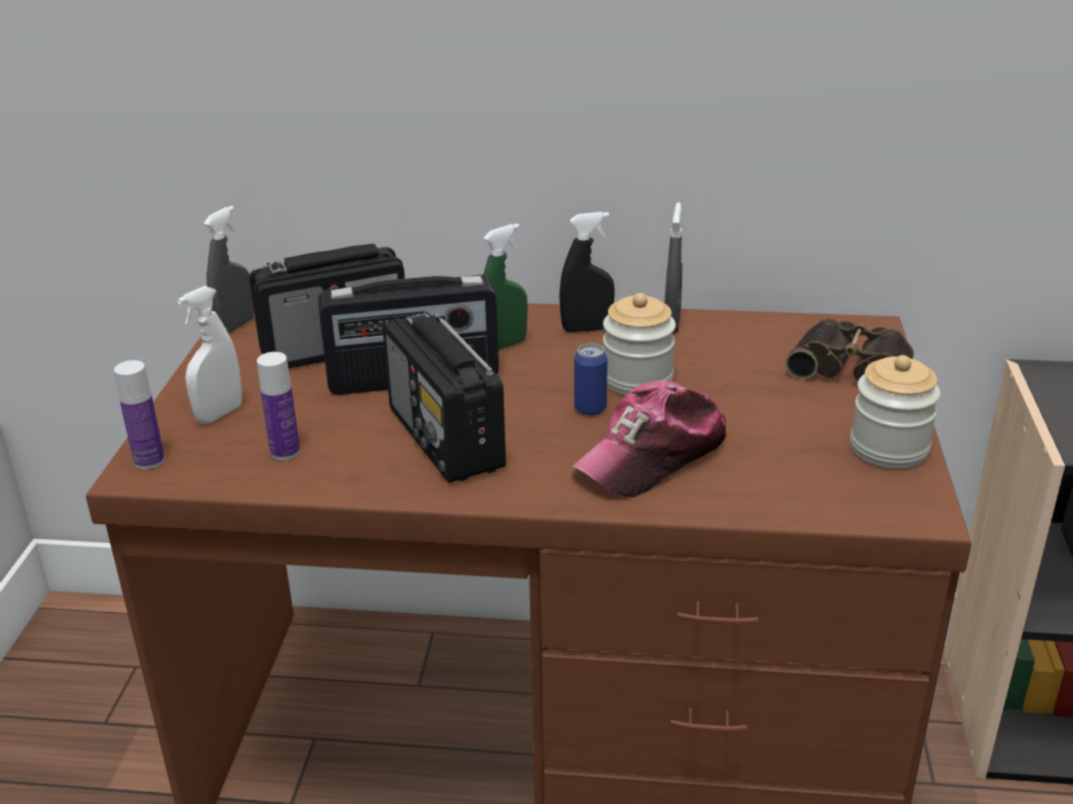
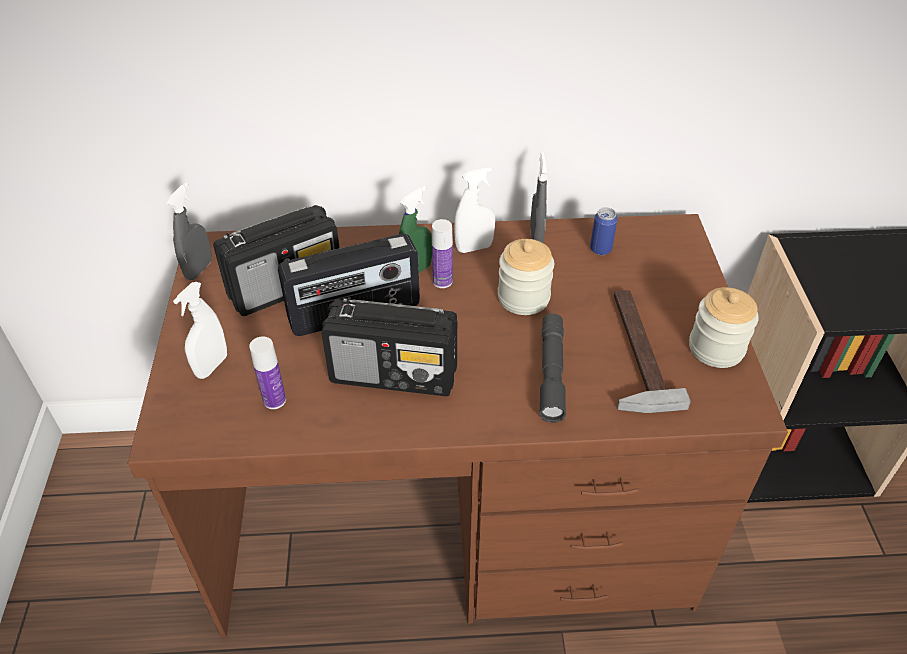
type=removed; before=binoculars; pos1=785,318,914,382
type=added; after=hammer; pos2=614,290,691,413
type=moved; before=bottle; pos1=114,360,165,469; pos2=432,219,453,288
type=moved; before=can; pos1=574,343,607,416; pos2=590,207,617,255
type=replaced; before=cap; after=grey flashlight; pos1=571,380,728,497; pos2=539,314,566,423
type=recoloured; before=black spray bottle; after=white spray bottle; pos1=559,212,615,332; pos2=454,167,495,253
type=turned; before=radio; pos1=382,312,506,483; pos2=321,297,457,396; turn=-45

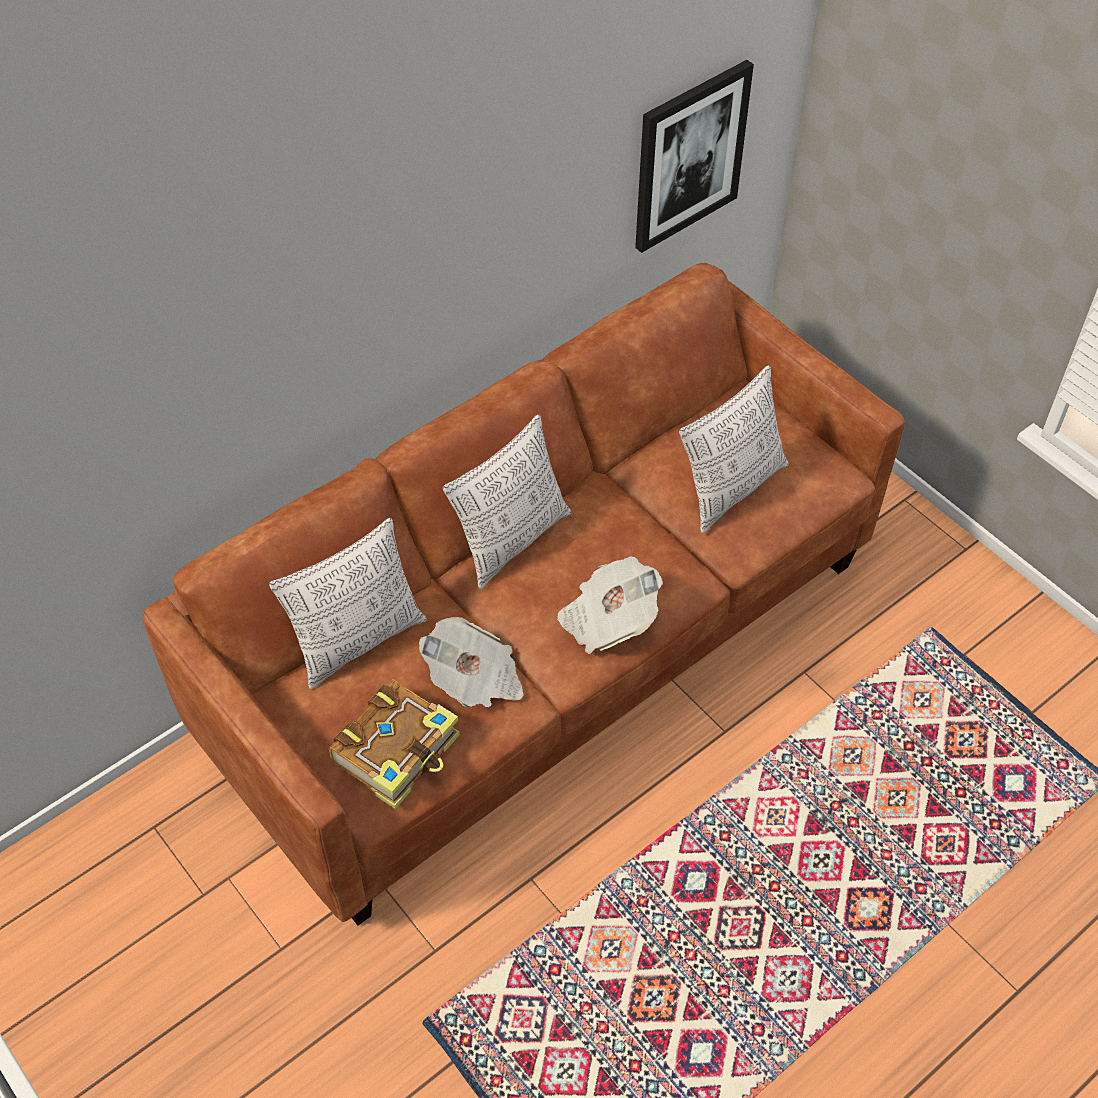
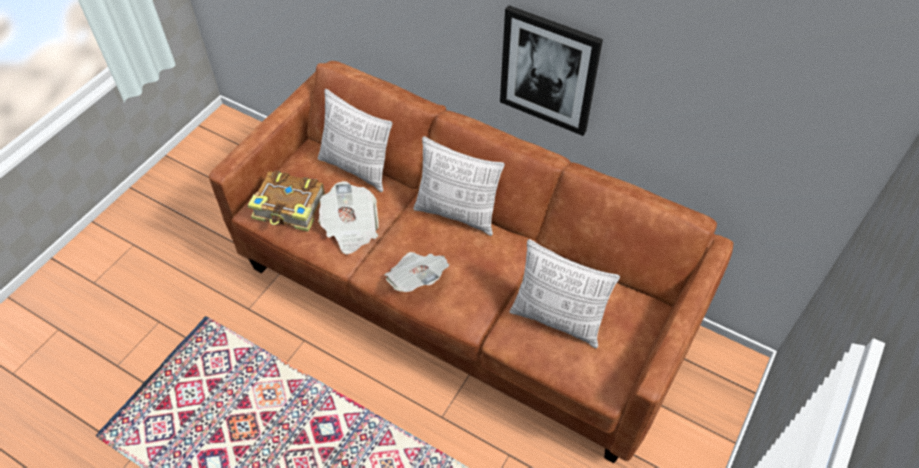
type=moved; before=picture; pos1=635,60,754,253; pos2=500,5,603,136

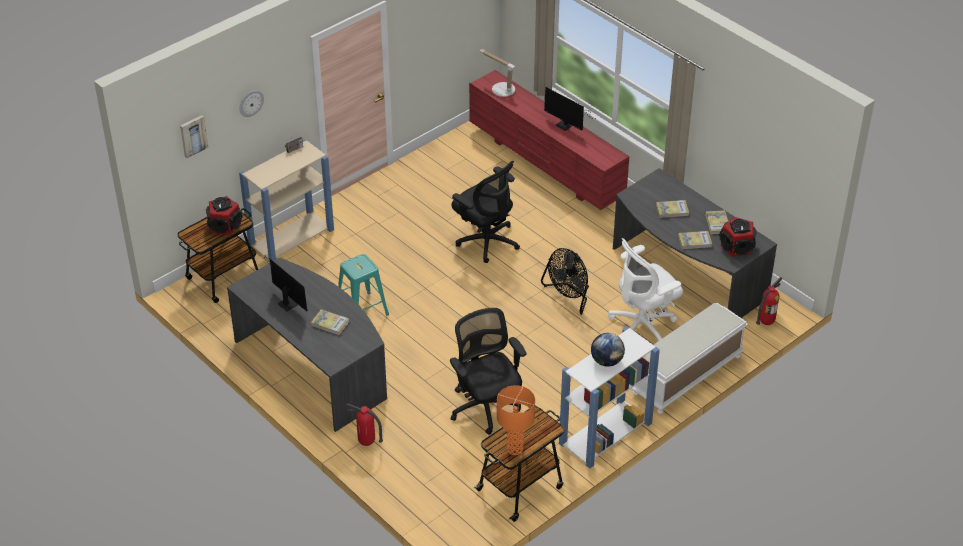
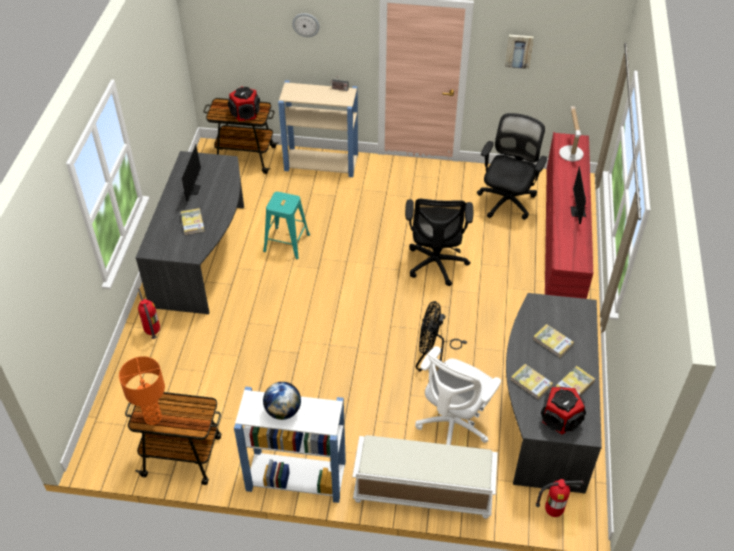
type=moved; before=picture; pos1=180,115,208,158; pos2=505,35,533,69
type=moved; before=black office chair; pos1=450,308,527,435; pos2=477,113,547,220
type=turned; before=white office chair; pos1=608,238,683,341; pos2=415,346,501,445; turn=-75

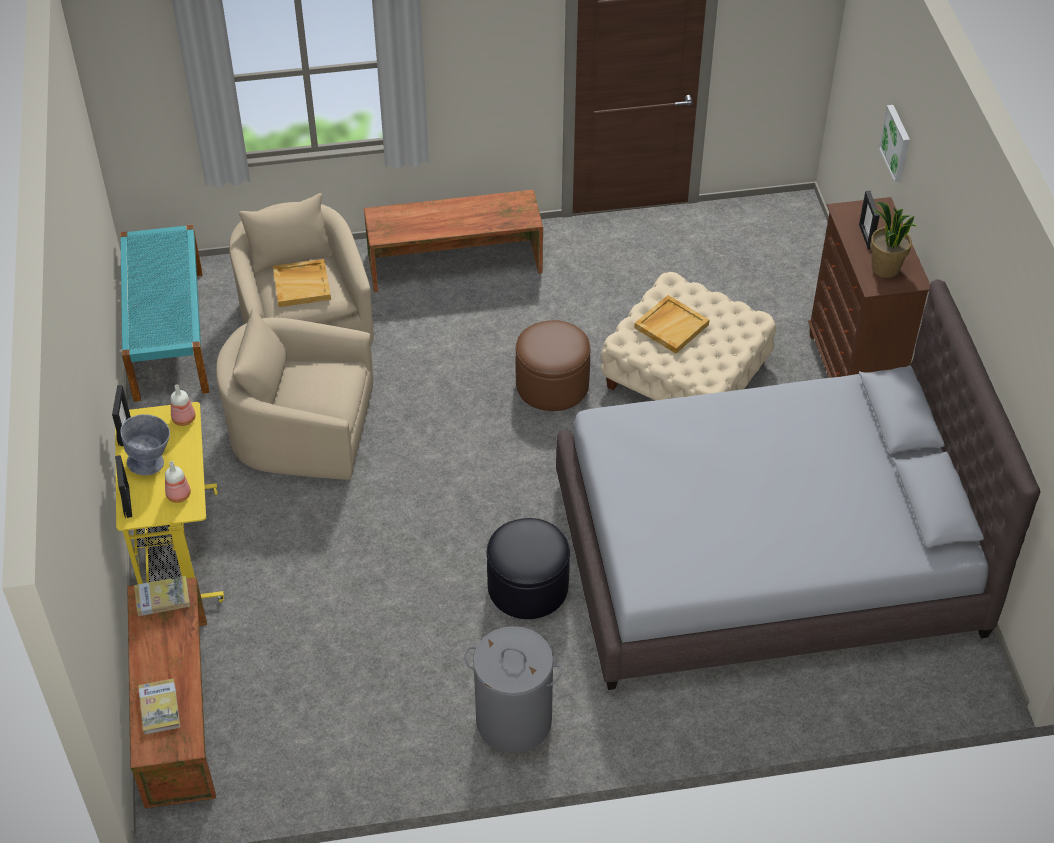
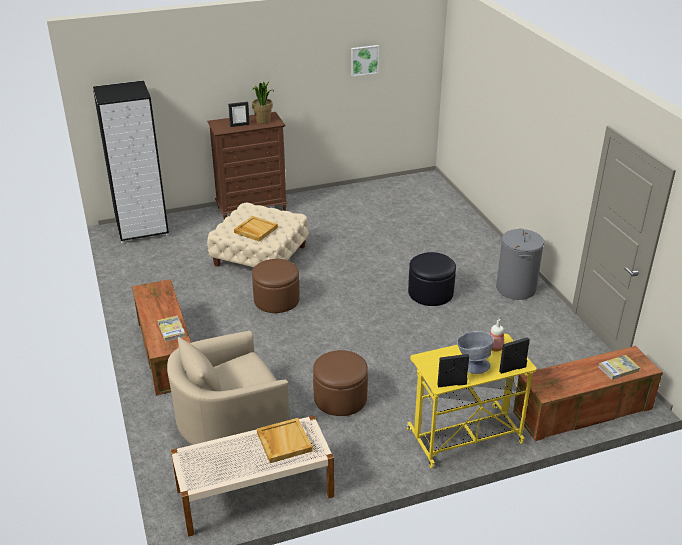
type=removed; before=bottle; pos1=171,384,196,426
type=removed; before=grey bed; pos1=556,279,1040,690
type=added; after=wardrobe; pos2=93,80,169,244
type=moved; before=book; pos1=134,576,190,616; pos2=157,316,186,342
type=moved; before=beige tray; pos1=273,259,331,307; pos2=257,418,313,463
type=moved; before=picture; pos1=879,105,910,183; pos2=351,45,379,76
type=replaced; before=beige armchair; after=brown ottoman; pos1=216,308,373,480; pos2=313,350,368,416
type=recoloured; before=turquoise bench; after=beige bench; pos1=120,224,209,402; pos2=171,415,334,537

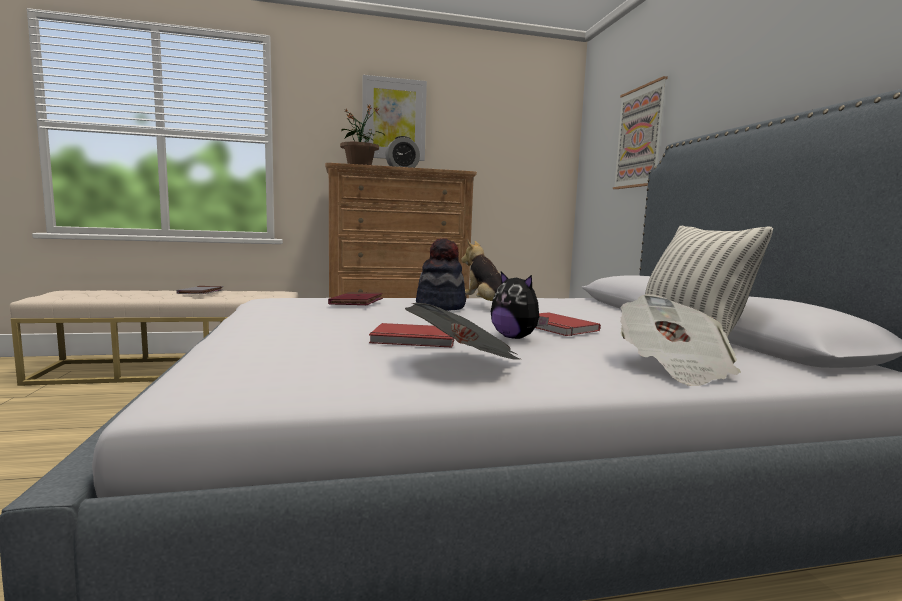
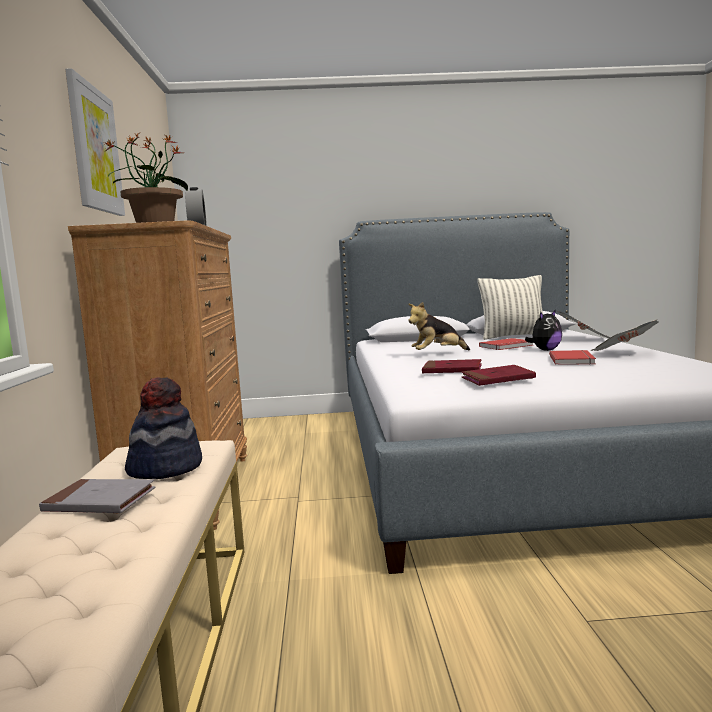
type=removed; before=picture; pos1=613,76,668,189
type=added; after=red book; pos2=462,365,536,386
type=moved; before=hat; pos1=416,238,466,311; pos2=125,377,202,479

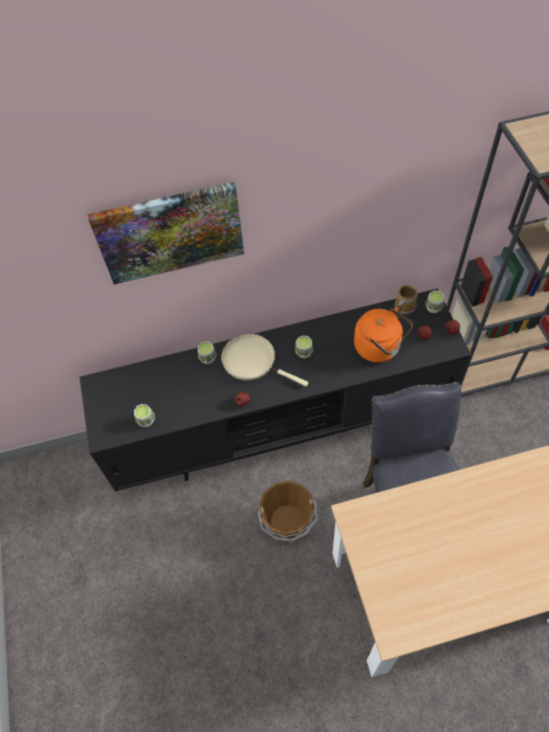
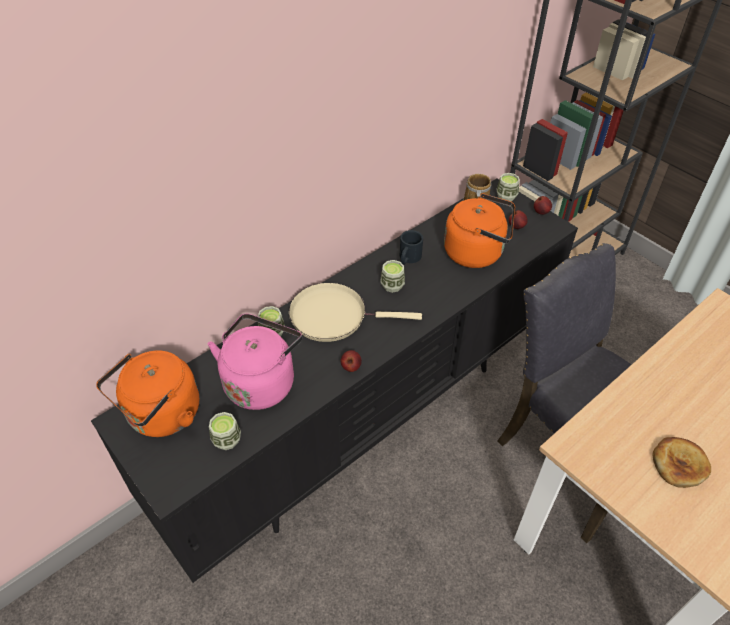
type=removed; before=picture; pos1=88,182,244,284
type=removed; before=brown bucket; pos1=257,481,318,542
type=added; after=orange kettle; pos2=96,350,199,437
type=added; after=pink kettle; pos2=208,314,302,410
type=added; after=black mug; pos2=400,230,423,265
type=added; after=bread; pos2=652,437,711,488

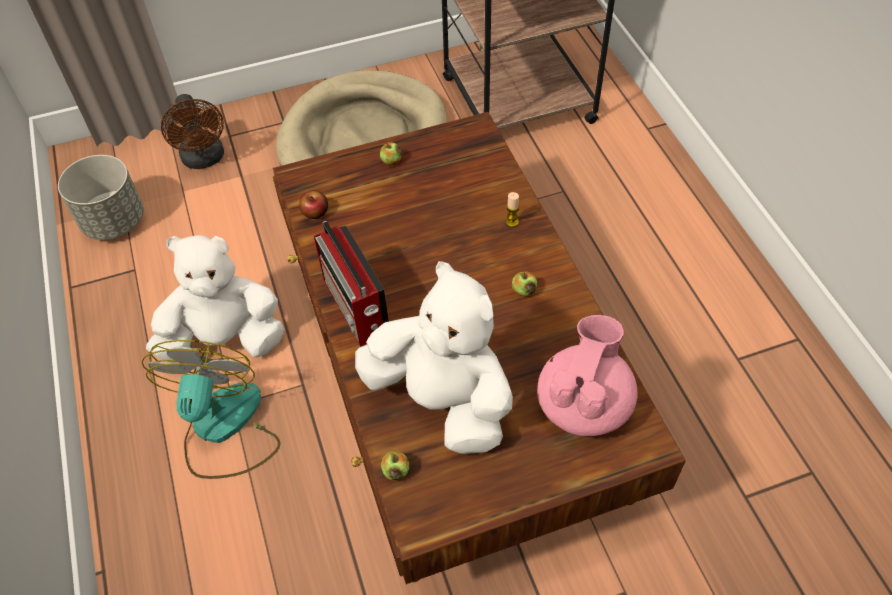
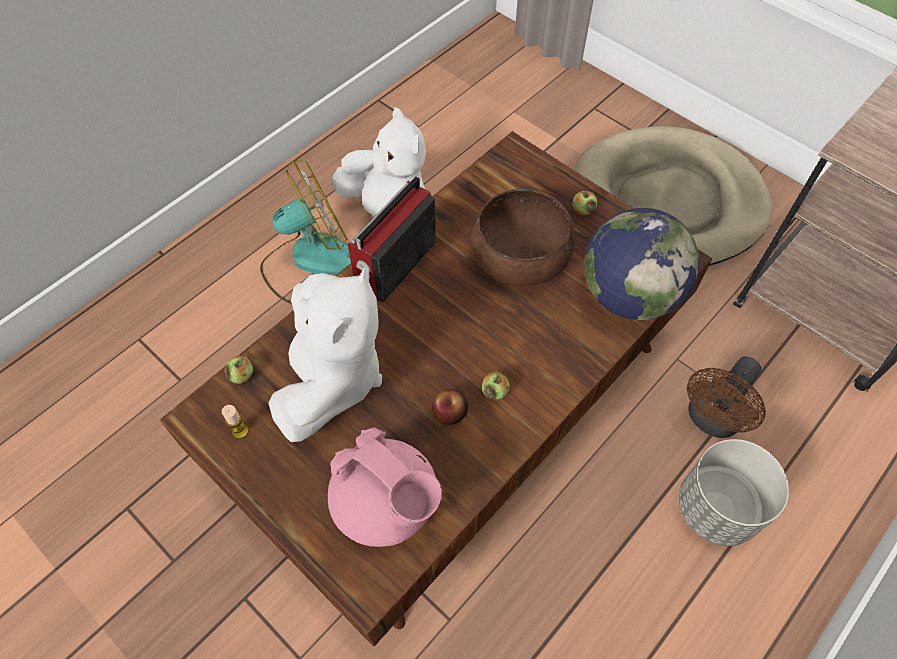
type=added; after=brown bowl; pos2=470,188,575,286
type=added; after=globe; pos2=584,208,699,320
type=moved; before=grey planter; pos1=58,155,144,240; pos2=679,439,789,546
type=moved; before=brown fan; pos1=161,94,224,169; pos2=687,356,766,438
type=moved; before=apple; pos1=299,190,328,219; pos2=433,389,468,425
type=moved; before=candle; pos1=506,192,520,227; pos2=222,405,249,439
type=turned; before=pink teapot; pos1=537,315,637,436; pos2=328,427,442,547; turn=45

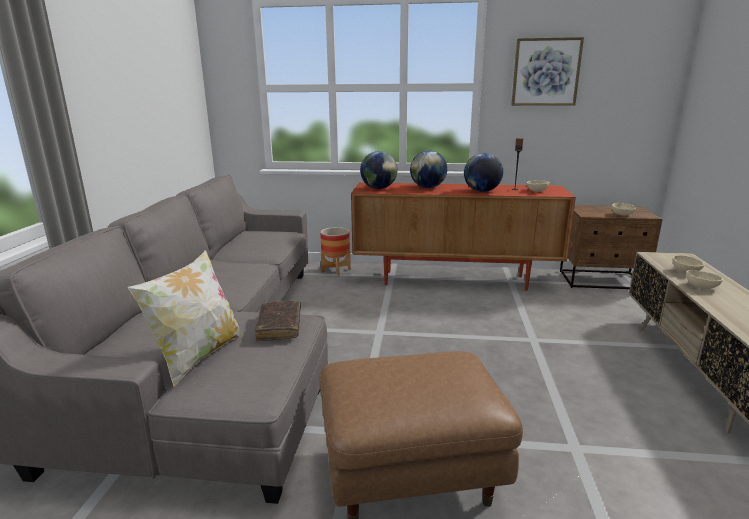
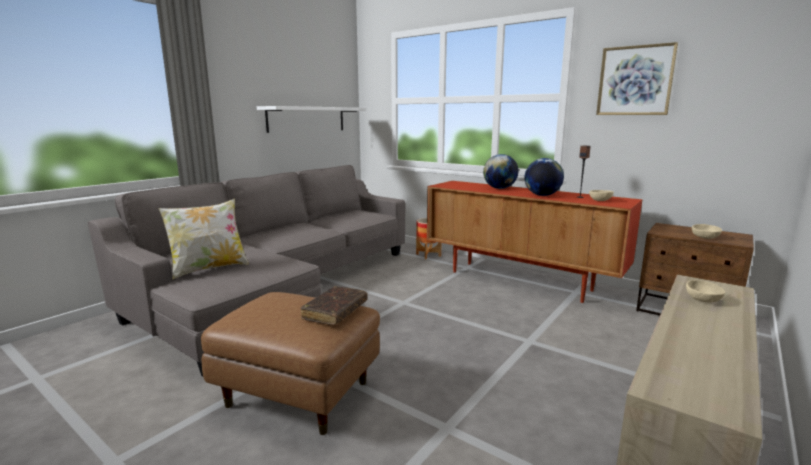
type=removed; before=globe; pos1=360,151,397,189
type=removed; before=beige bowl; pos1=686,270,723,289
type=added; after=white shelf; pos2=257,106,366,133
type=moved; before=brown book; pos1=255,301,301,341; pos2=300,286,367,325

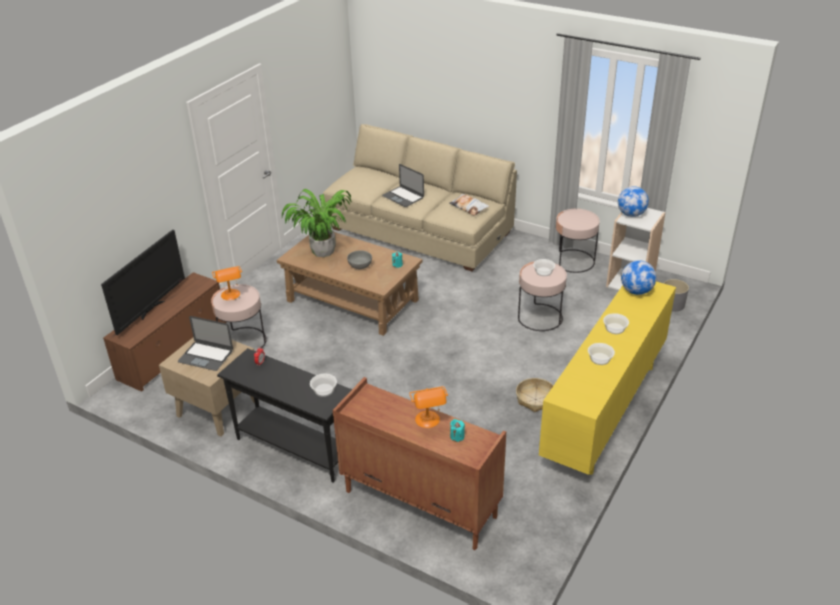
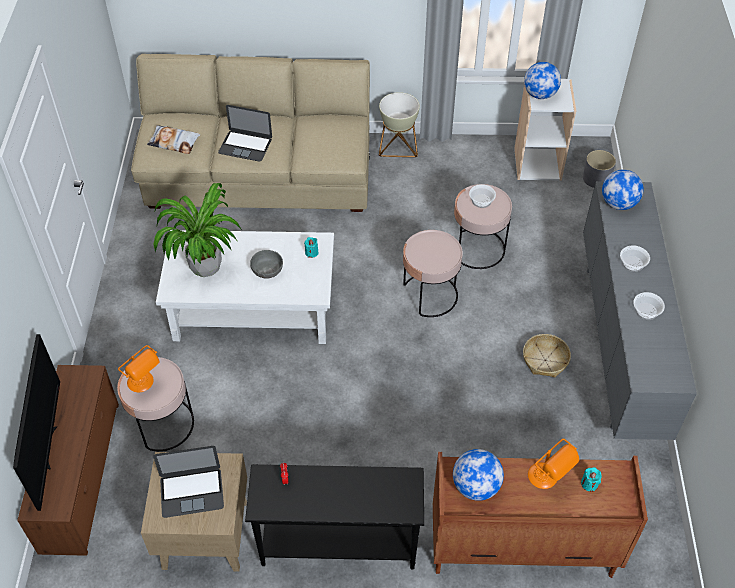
type=removed; before=bowl; pos1=310,374,337,397
type=added; after=planter; pos2=379,92,420,157
type=added; after=globe; pos2=453,449,504,501
type=moved; before=pillow; pos1=449,194,489,216; pos2=147,125,200,154
type=moved; before=pink side table; pos1=556,209,600,273; pos2=403,230,463,317
type=recoloured; before=brown coffee table; after=white coffee table; pos1=277,232,423,336; pos2=156,230,334,344
type=recoloured; before=yellow cabinet; after=grey cabinet; pos1=539,281,676,475; pos2=583,181,697,440

